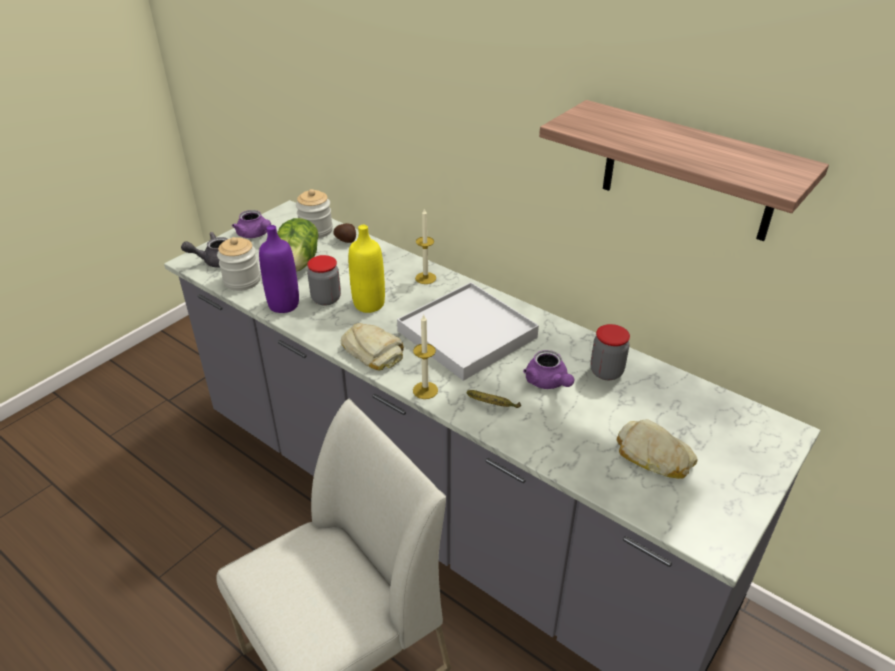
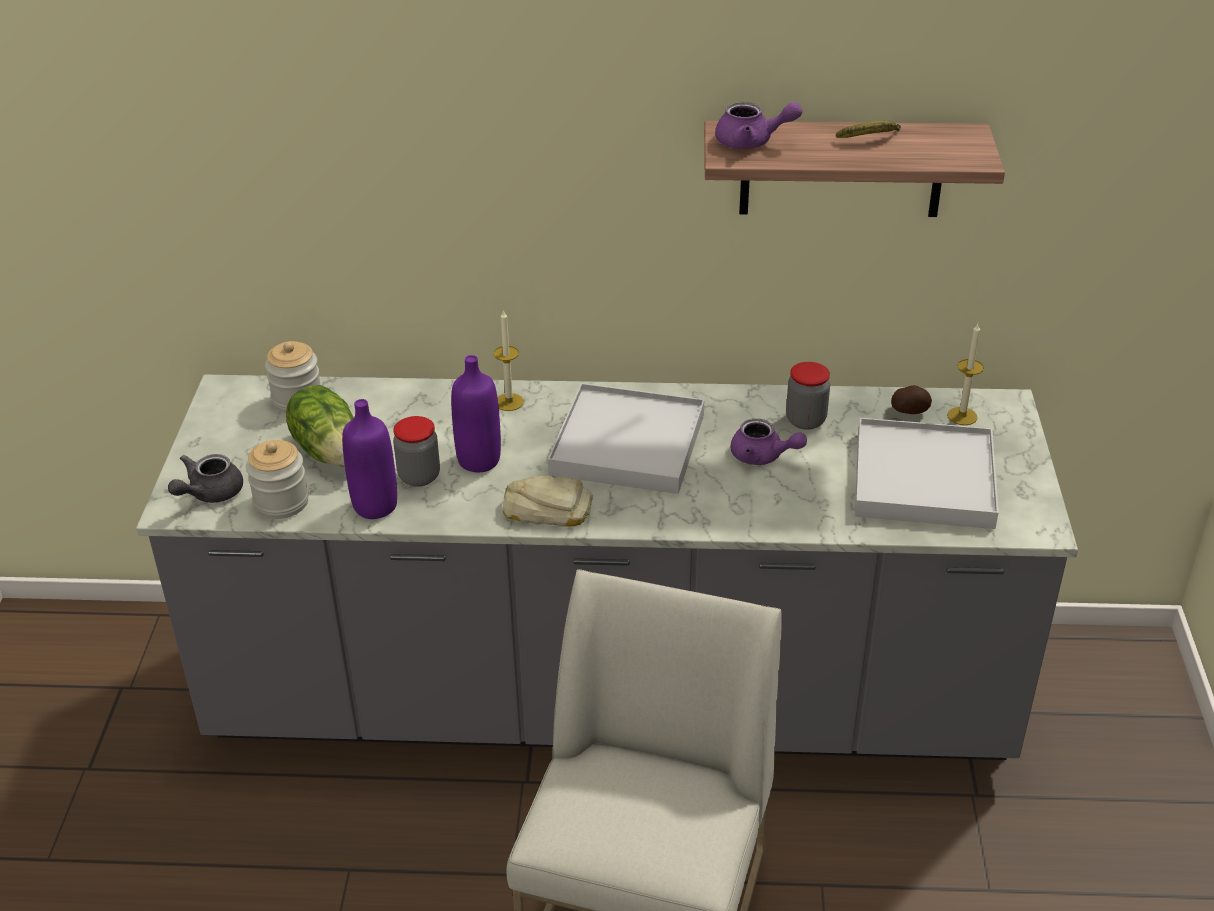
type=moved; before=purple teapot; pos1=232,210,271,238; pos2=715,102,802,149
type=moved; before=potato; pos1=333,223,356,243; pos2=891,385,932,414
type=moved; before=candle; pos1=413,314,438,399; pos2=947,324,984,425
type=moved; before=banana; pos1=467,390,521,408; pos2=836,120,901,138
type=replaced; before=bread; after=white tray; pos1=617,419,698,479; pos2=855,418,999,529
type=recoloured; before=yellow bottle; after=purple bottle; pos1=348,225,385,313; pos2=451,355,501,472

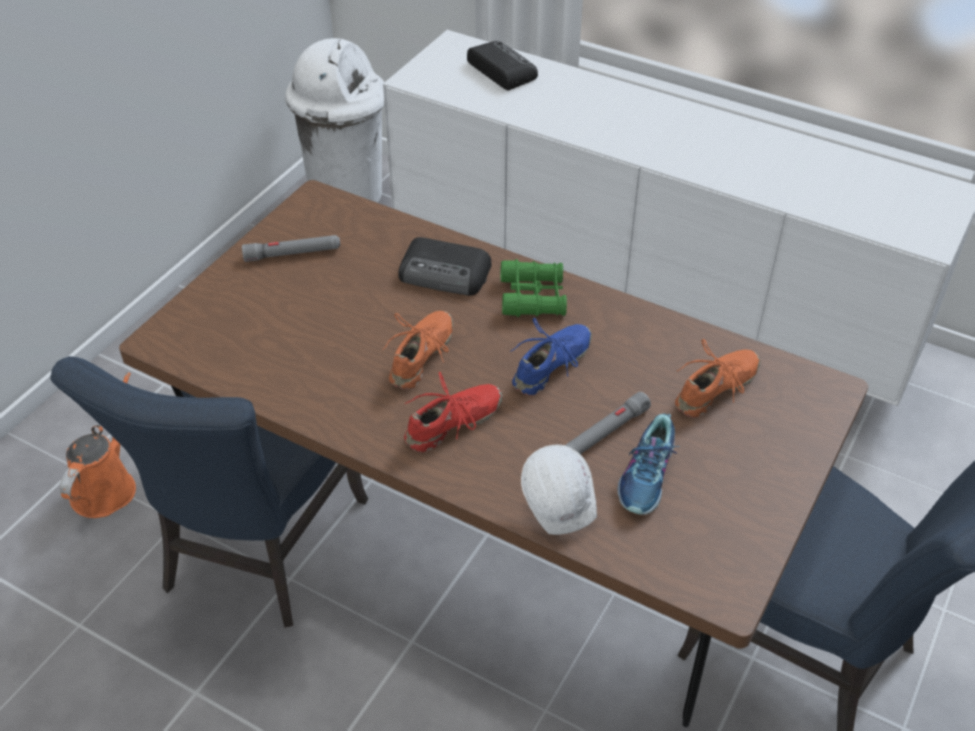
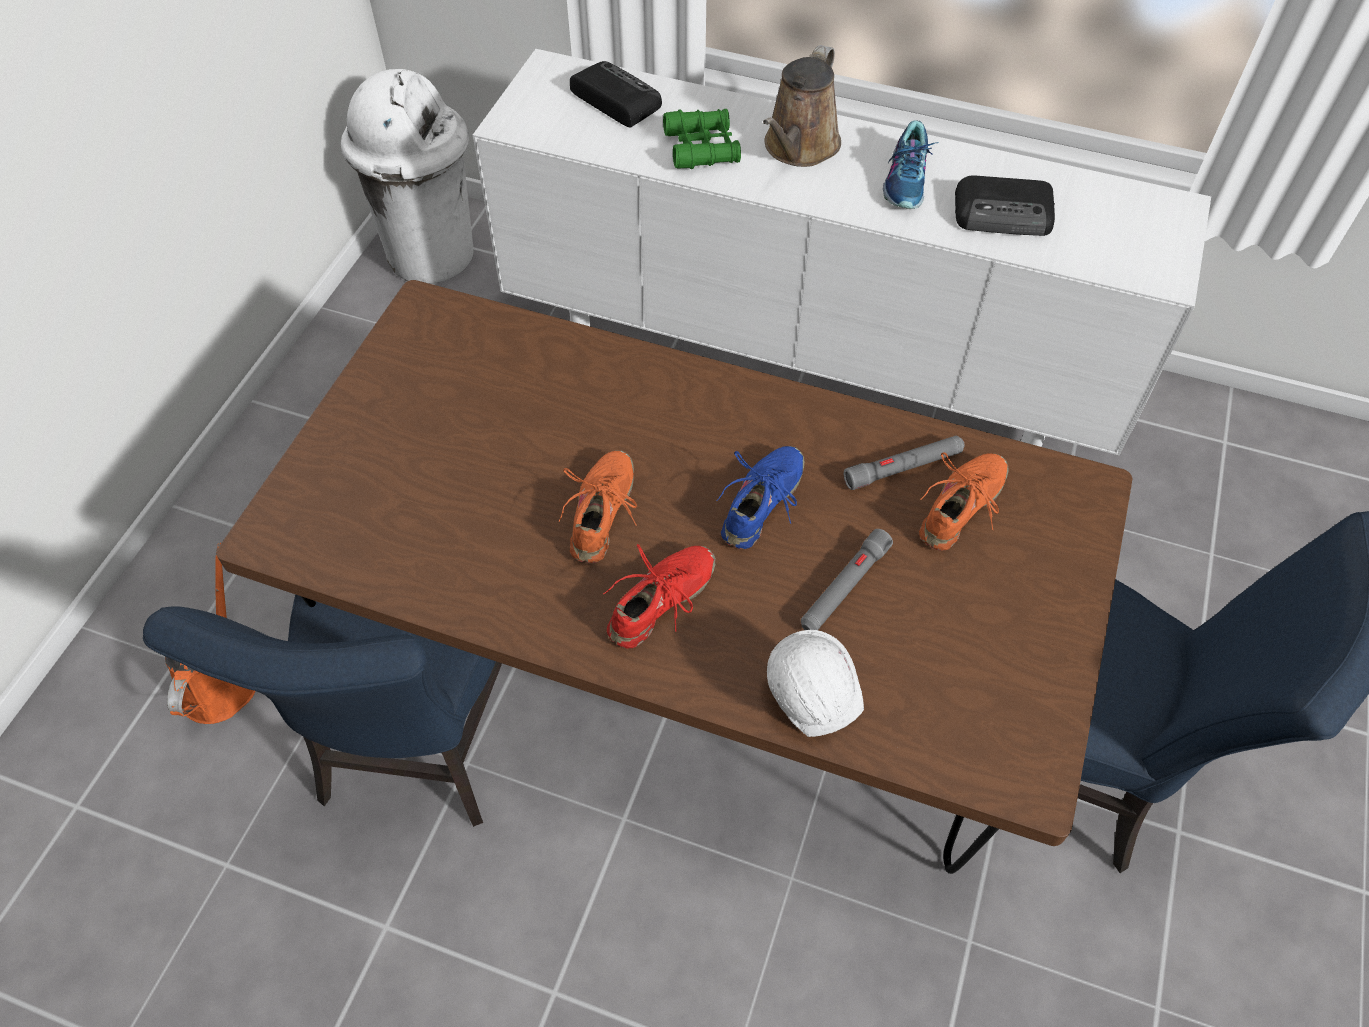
type=added; after=brown watering can; pos2=763,45,841,167
type=moved; before=grey flashlight; pos1=242,235,340,262; pos2=844,436,965,490
type=moved; before=radio; pos1=398,237,492,296; pos2=955,175,1055,236
type=moved; before=green binoculars; pos1=501,259,567,317; pos2=663,109,741,169
type=moved; before=shoe; pos1=617,413,680,515; pos2=883,120,939,209

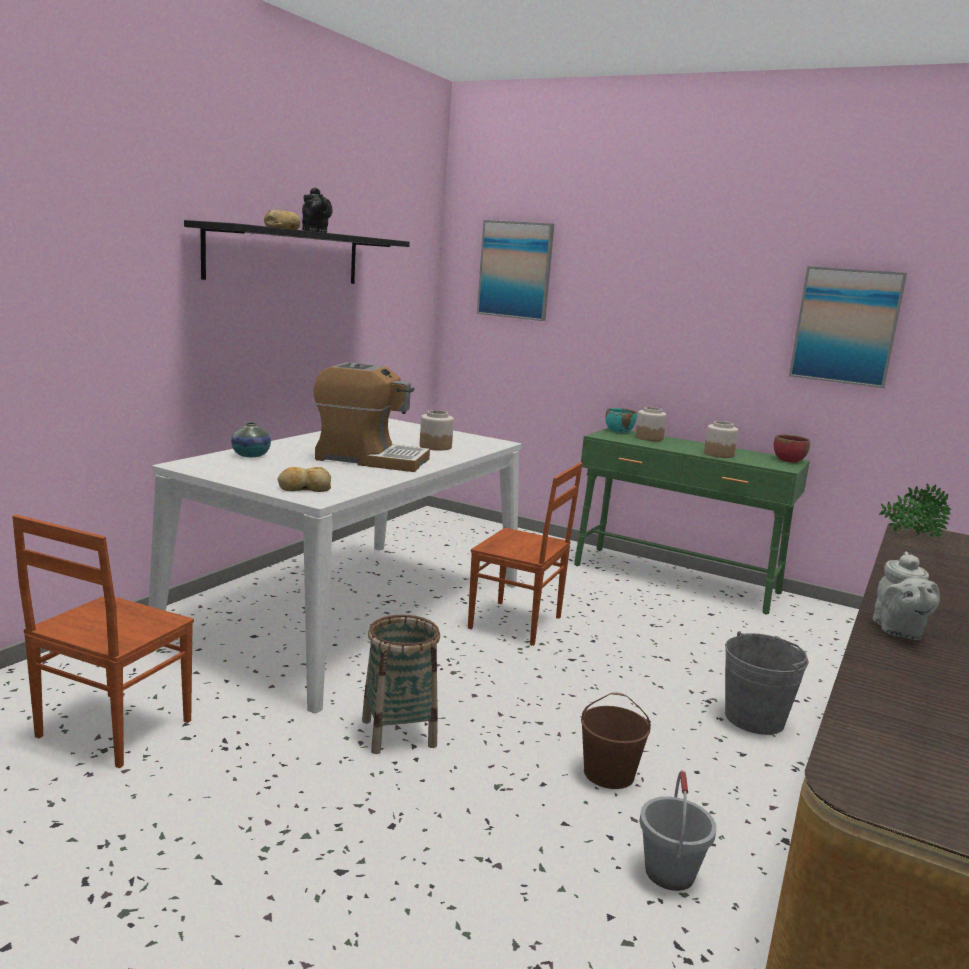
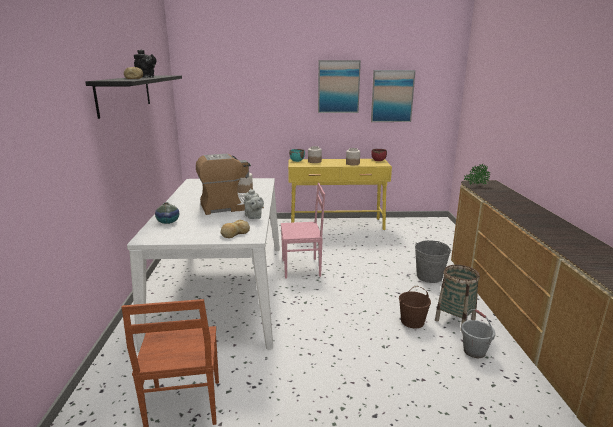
type=moved; before=basket; pos1=362,615,440,754; pos2=435,265,480,331
type=moved; before=picture; pos1=477,220,554,321; pos2=318,60,361,113
type=moved; before=grey teapot; pos1=873,552,940,640; pos2=244,188,264,219
type=recoloured; before=brown chair; after=pink chair; pos1=468,462,583,646; pos2=281,182,325,279
type=recoloured; before=green console table; after=yellow console table; pos1=574,428,810,614; pos2=288,159,392,230

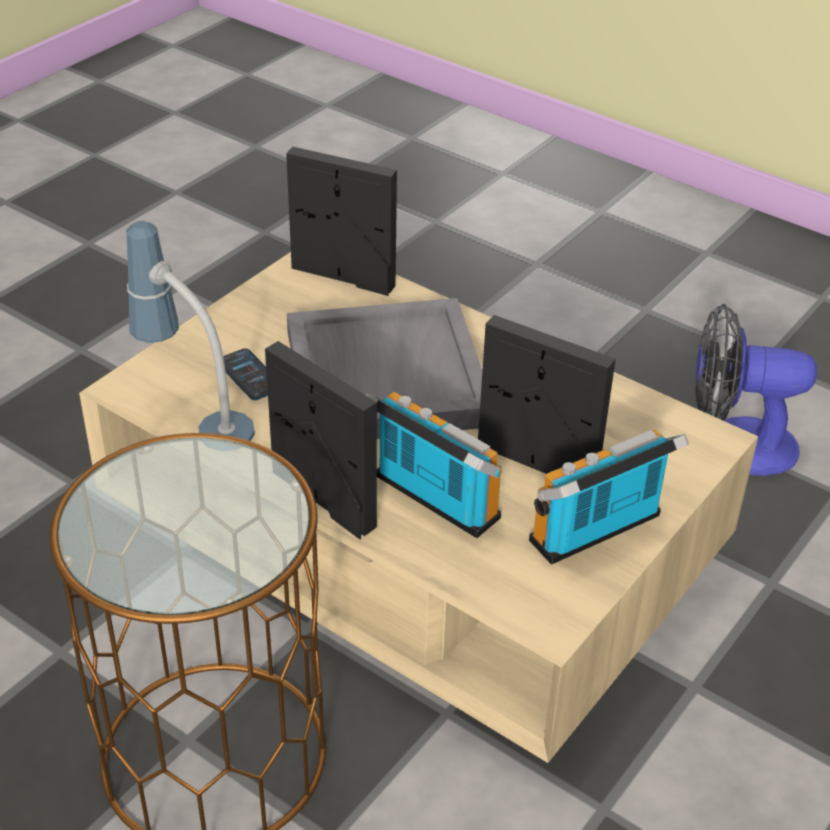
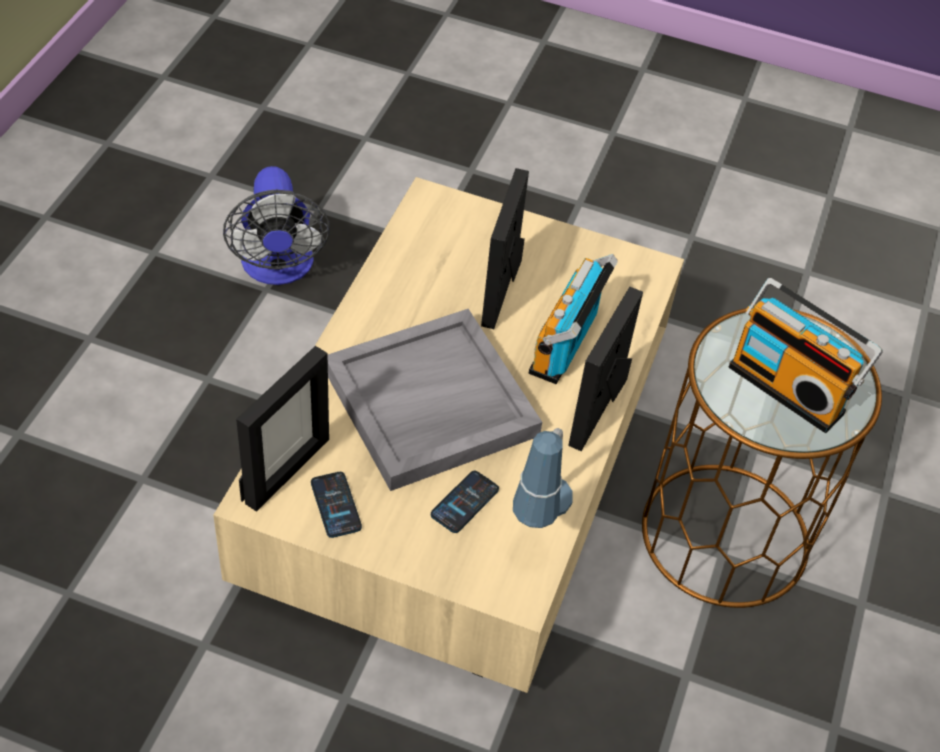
type=added; after=phone; pos2=311,472,362,538
type=moved; before=radio; pos1=529,430,689,564; pos2=729,278,883,433
type=turned; before=picture frame; pos1=286,147,397,296; pos2=236,346,329,512; turn=-150

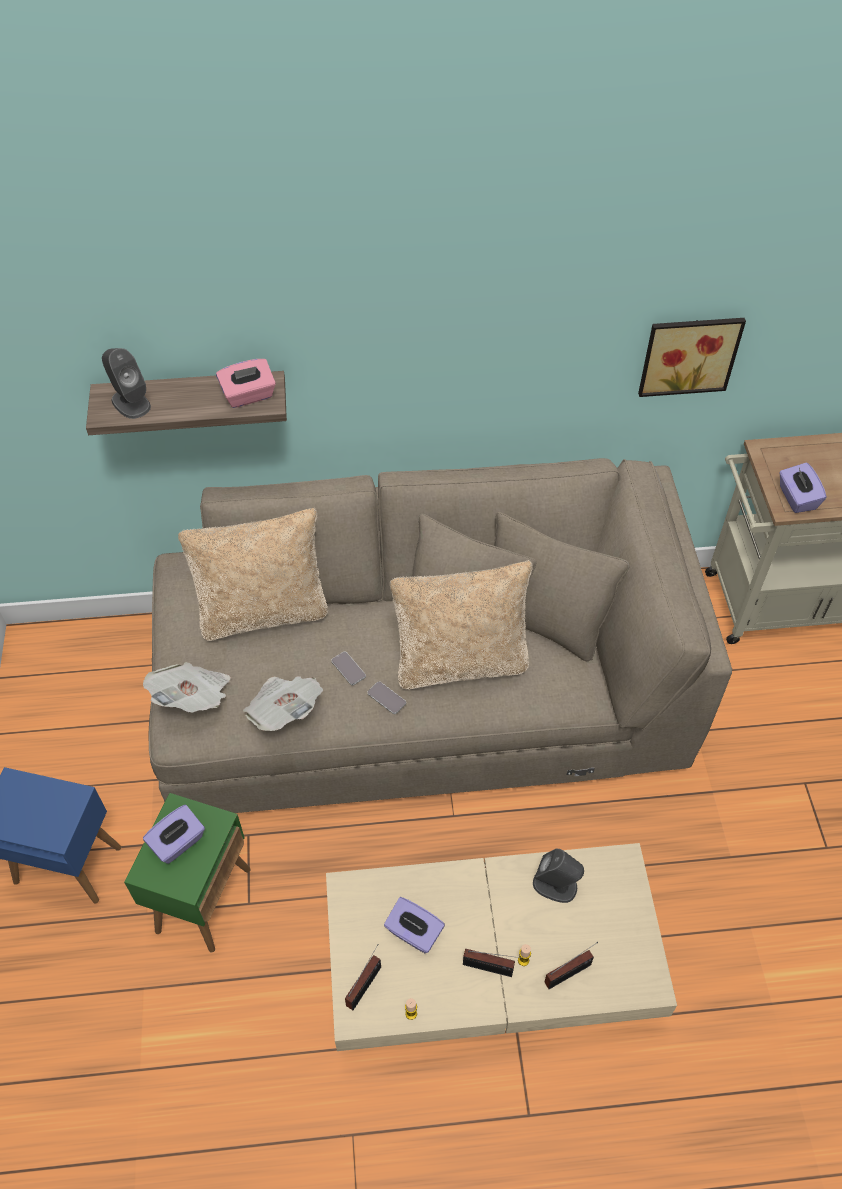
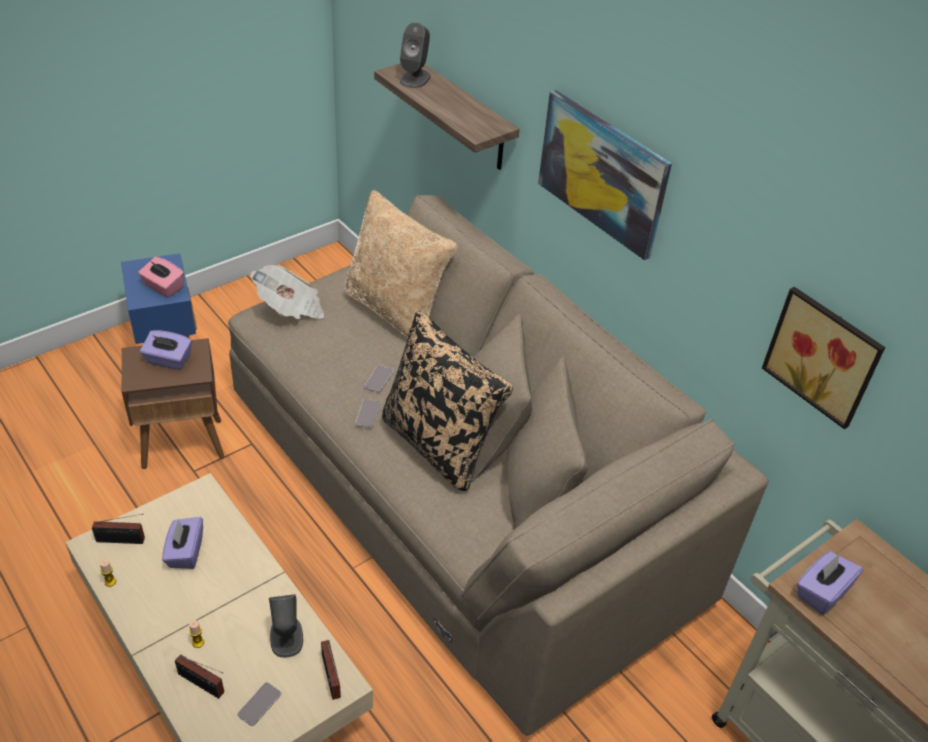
type=removed; before=newspaper; pos1=243,676,323,731
type=added; after=phone; pos2=238,682,281,726
type=added; after=picture; pos2=538,90,672,260
type=moved; before=pink tissue box; pos1=216,359,276,408; pos2=138,257,185,297
type=moved; before=radio; pos1=463,949,522,977; pos2=321,640,341,700
type=recoloured; before=green side table; after=brown side table; pos1=124,793,251,953; pos2=122,338,225,469
type=recoloured; before=beige pillow; after=black pillow; pos1=390,560,533,690; pos2=382,310,514,491

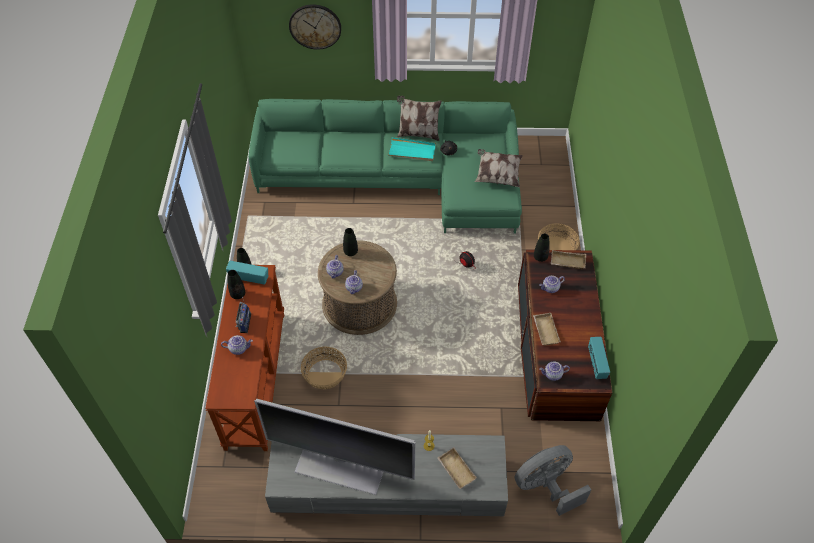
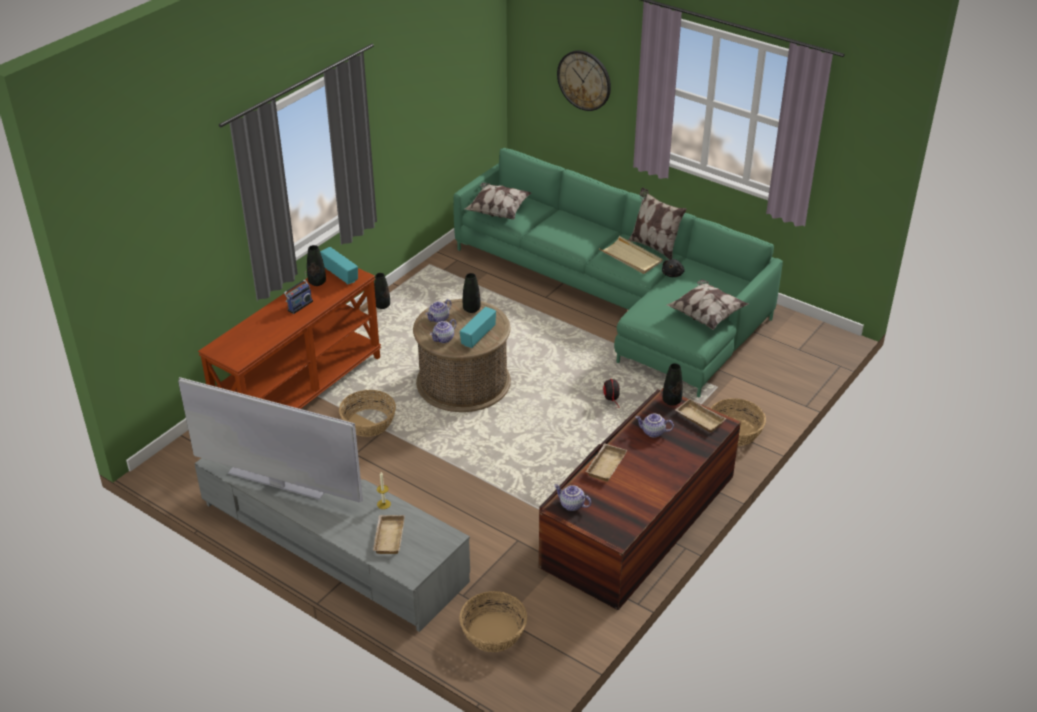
type=removed; before=teapot; pos1=221,335,253,355
type=added; after=pillow; pos2=465,183,531,219
type=moved; before=radio; pos1=588,337,610,379; pos2=460,307,496,348
type=replaced; before=grey fan; after=basket; pos1=515,445,591,516; pos2=459,591,527,652
type=recoloured; before=turquoise tray; after=beige tray; pos1=388,137,436,161; pos2=599,236,663,274
type=turned; before=television; pos1=254,399,415,495; pos2=178,377,363,502; turn=150

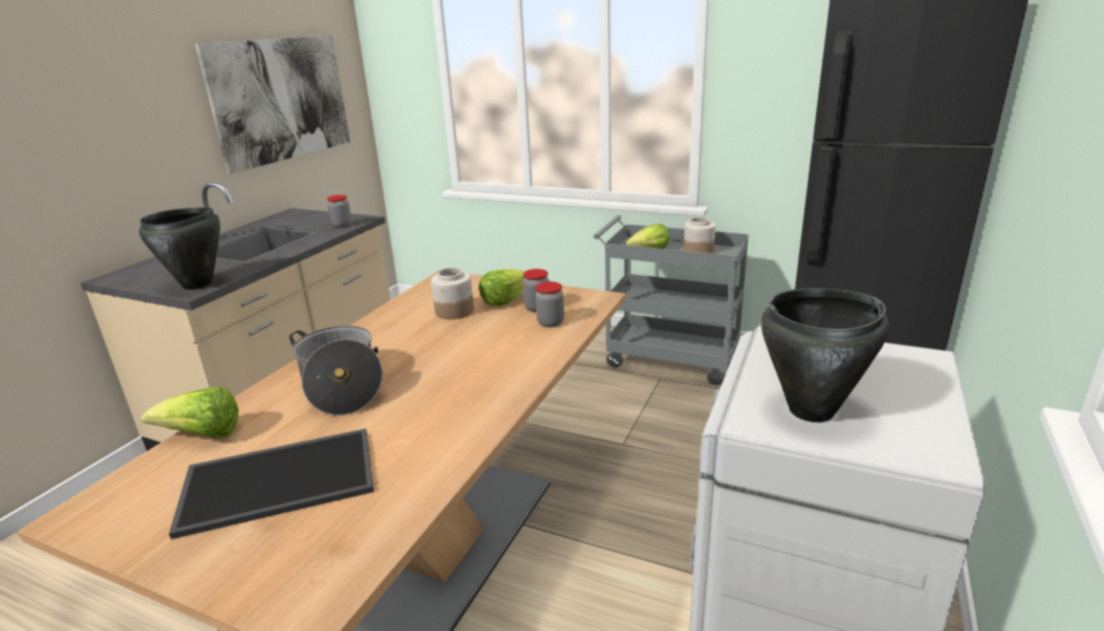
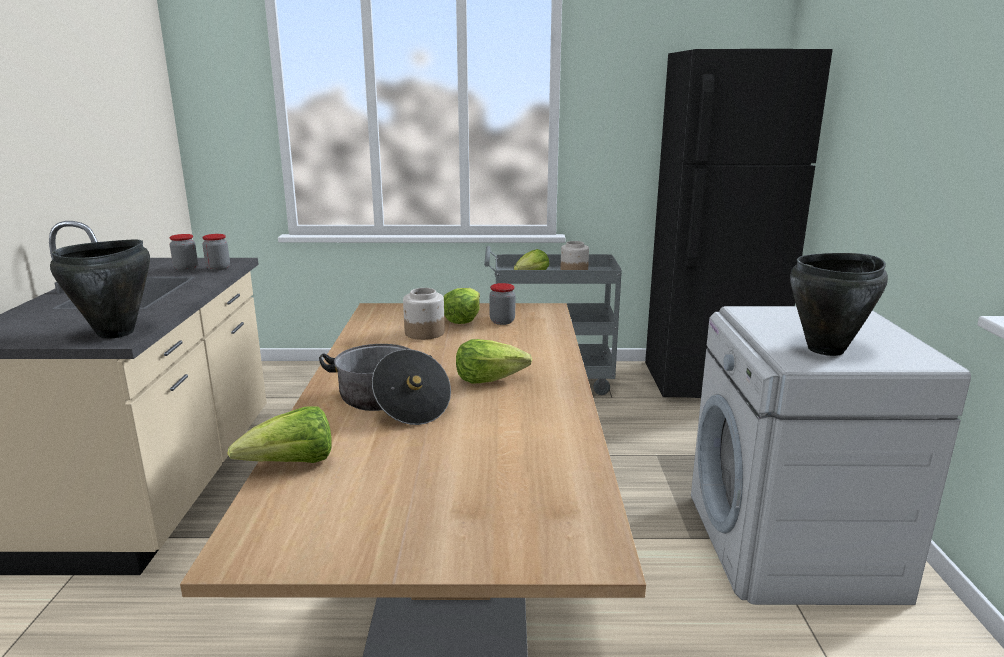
type=removed; before=tray; pos1=169,429,374,539
type=removed; before=picture; pos1=195,36,350,174
type=added; after=lettuce; pos2=456,339,532,383
type=moved; before=jar; pos1=535,282,564,327; pos2=169,234,198,271

